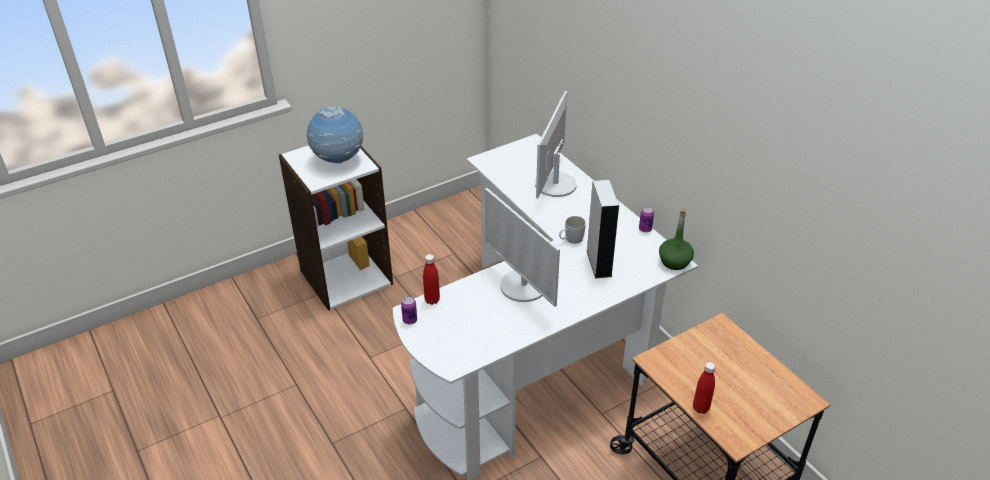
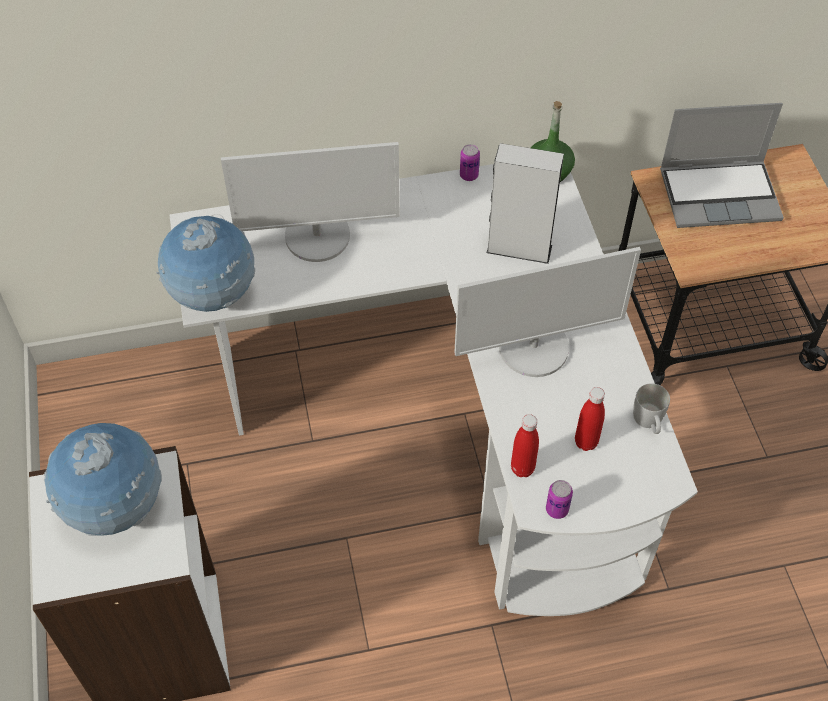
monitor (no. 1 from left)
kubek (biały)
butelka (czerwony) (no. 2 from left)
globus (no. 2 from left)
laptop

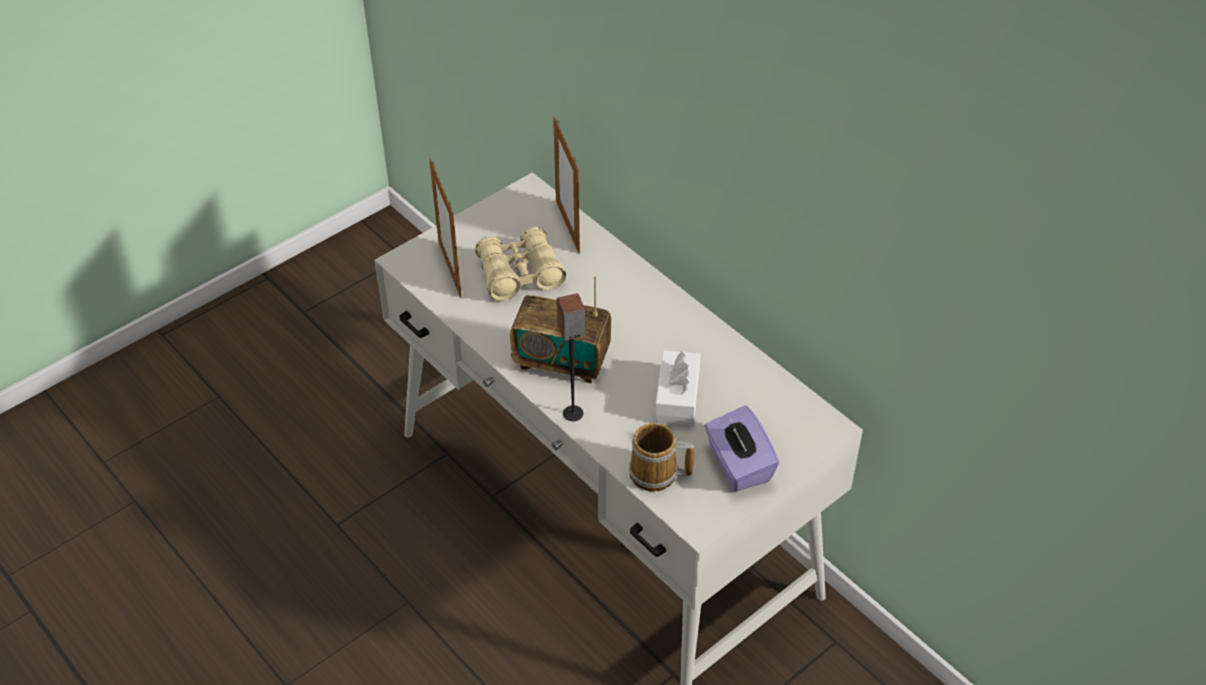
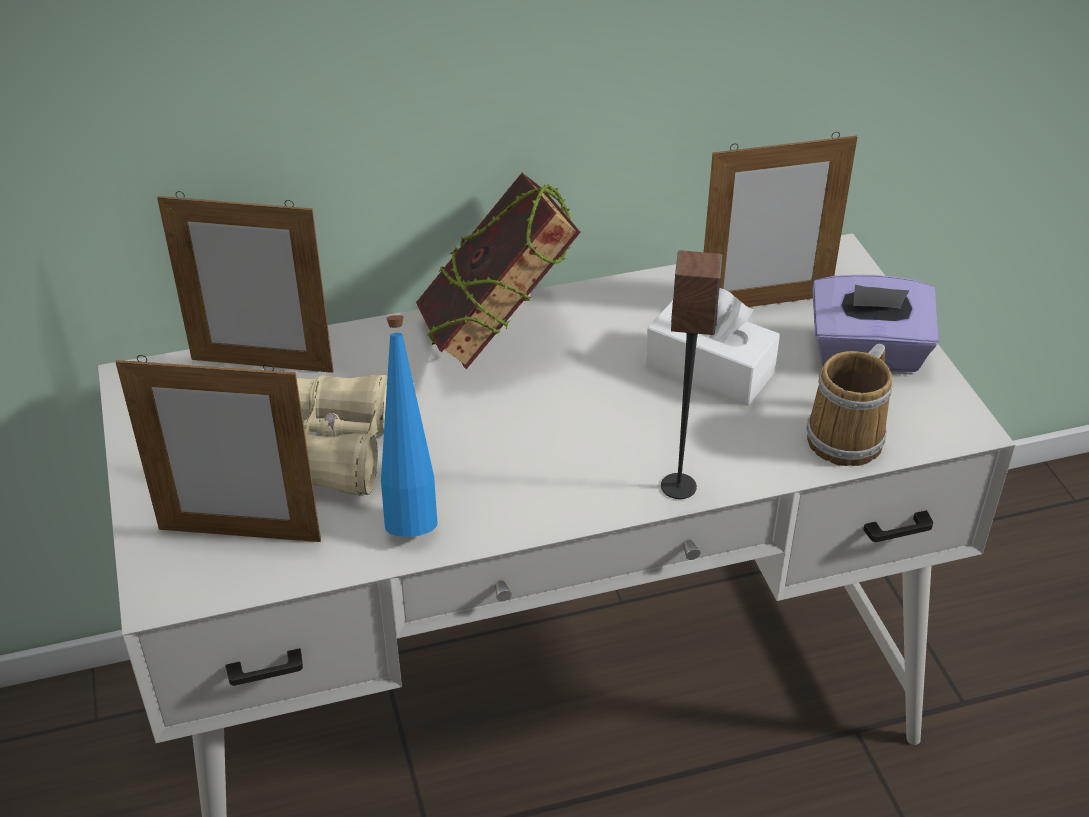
radio
butelka (niebieski)
książka
ramka na zdjęcie (no. 3 from left)

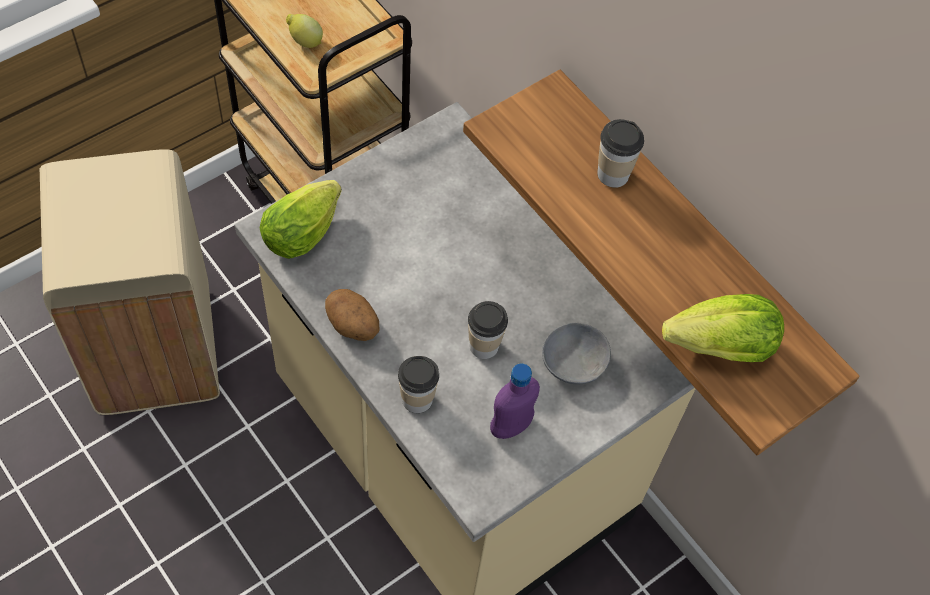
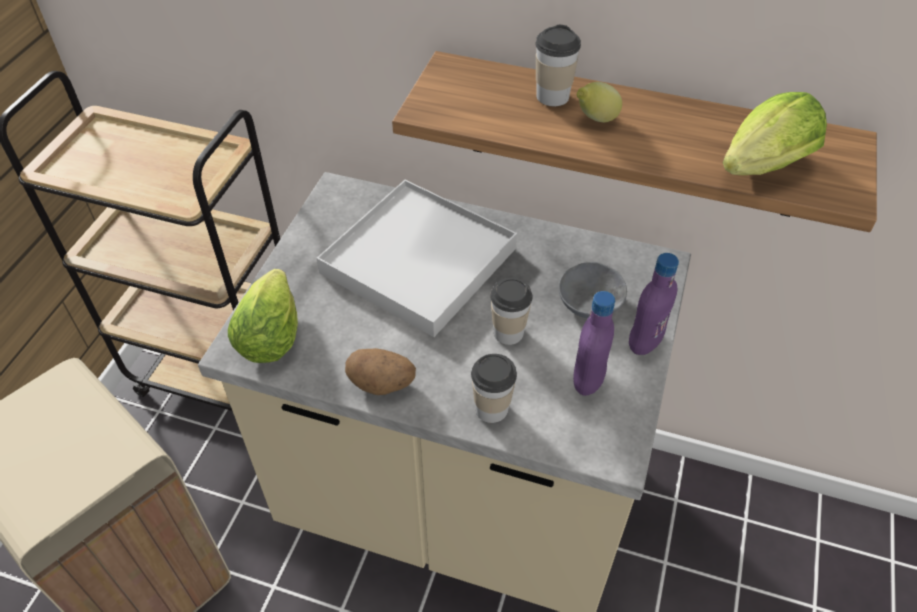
cytryna
taca (biały)
butelka (fioletowy) (no. 2 from left)

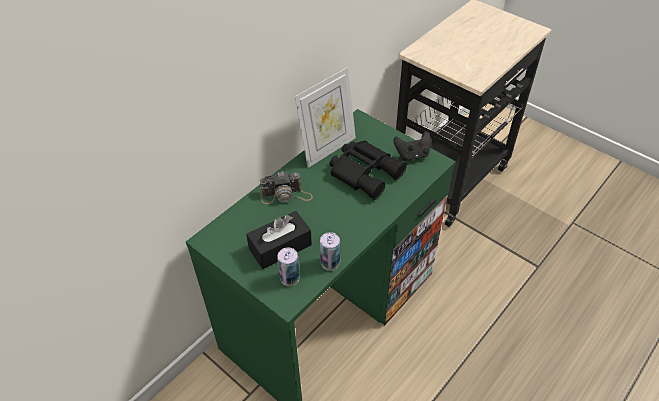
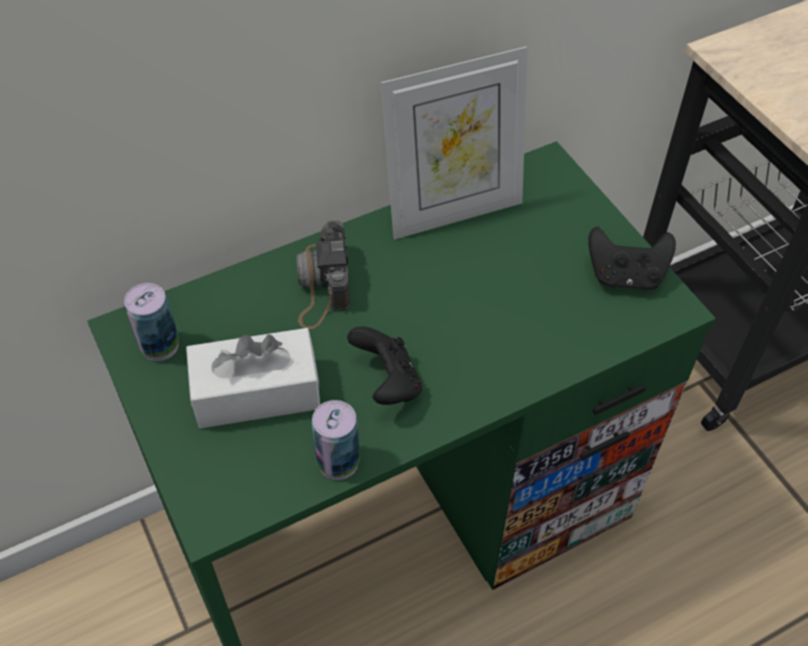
pudełko chusteczek (biały)
aparat fotograficzny
puszka (no. 1 from left)
lornetka (czarny)
pad do gier (czarny) (no. 1 from left)

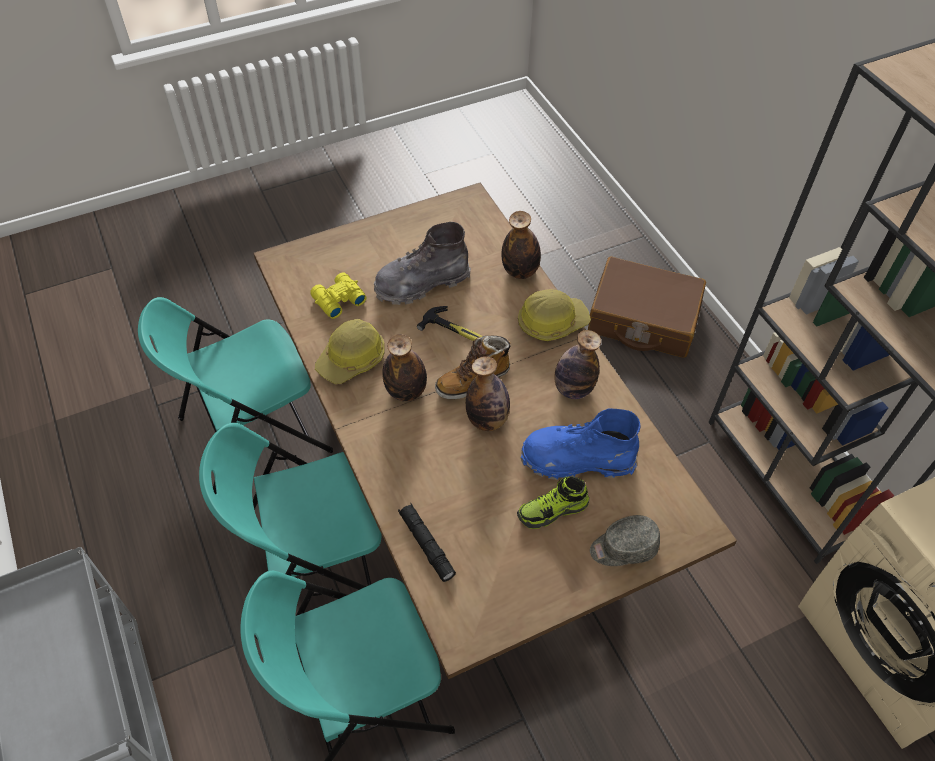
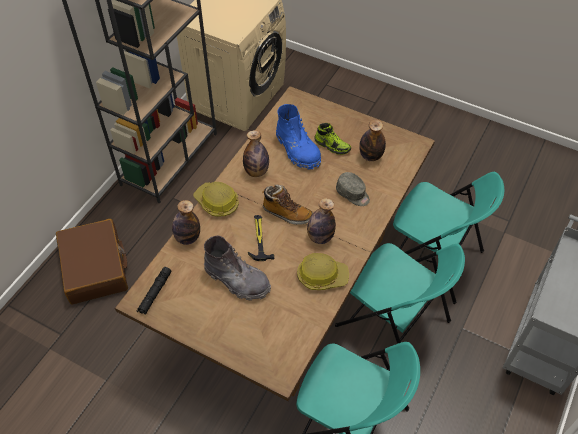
lornetka (żółty)
latarka (czarny)
butelka (no. 4 from left)
czapka z daszkiem (szary)

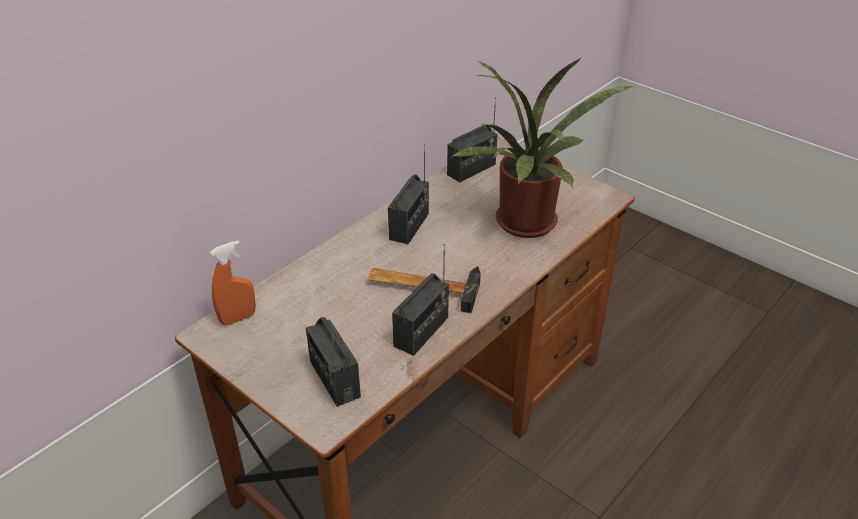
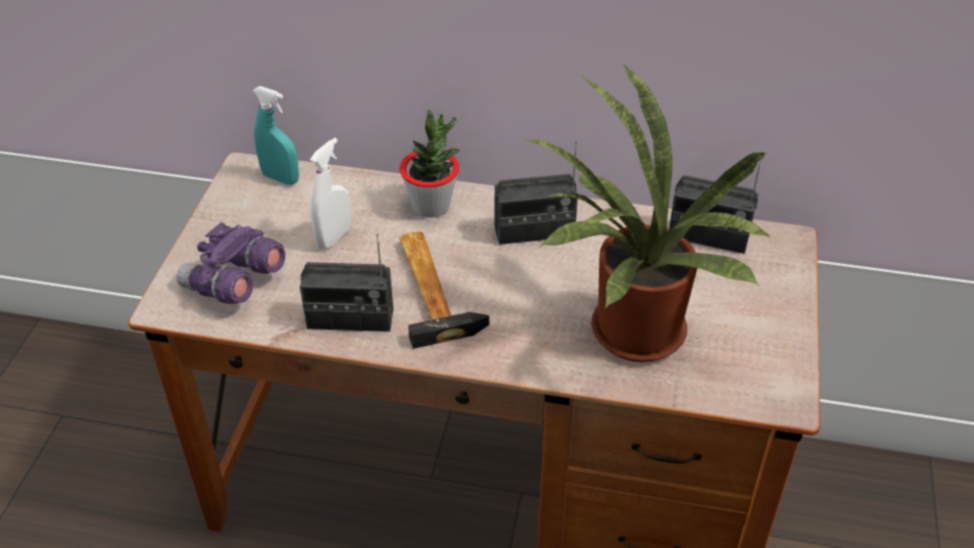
spryskiwacz (turkusowy)
lornetka (fioletowy)
spryskiwacz (biały)
roślina doniczkowa (no. 1 from left)

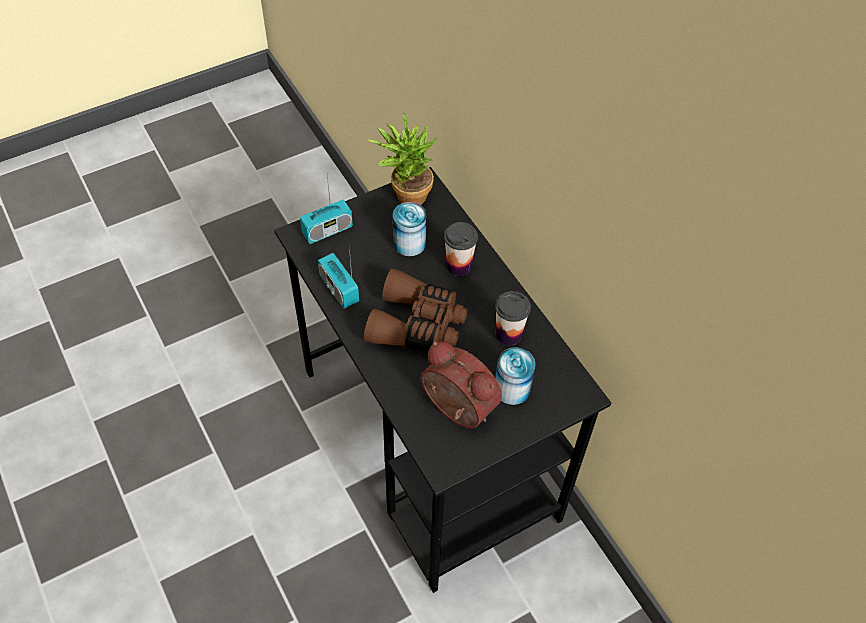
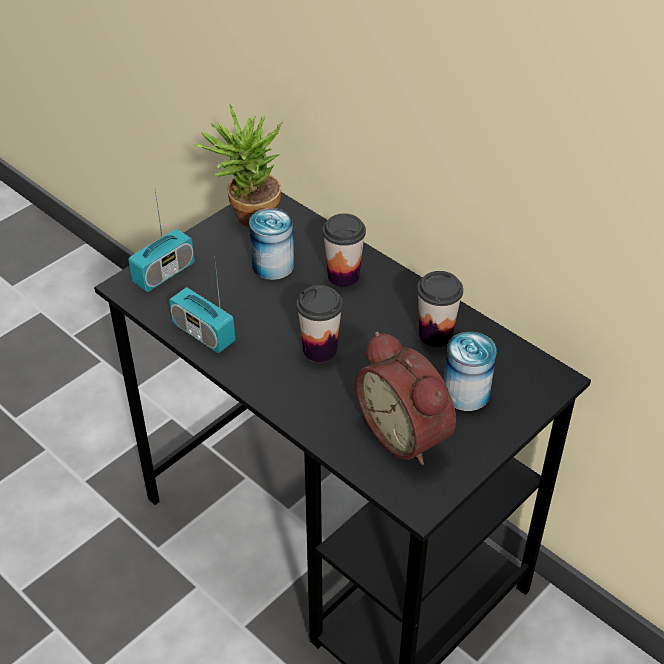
filiżanka (no. 1 from left)
budzik

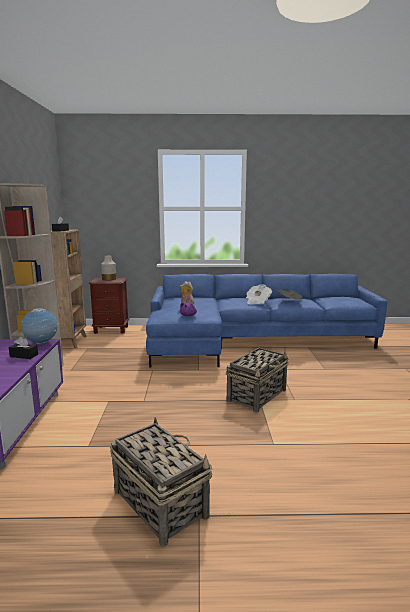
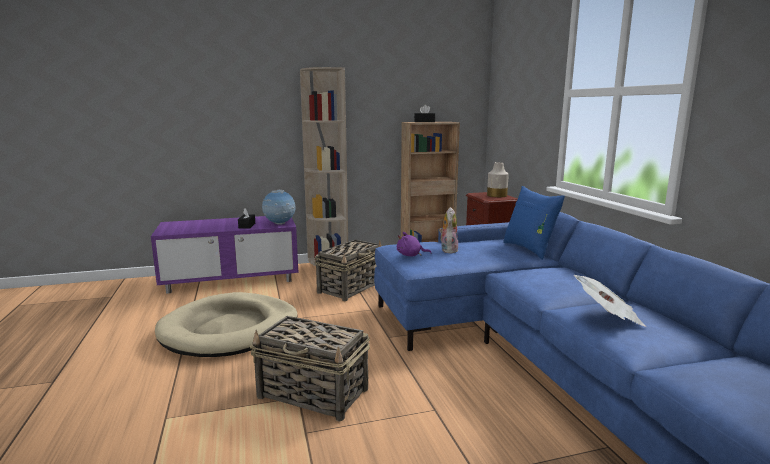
koszyk (no. 2 from left)
gazeta (no. 1 from left in the first image)
legowisko (beżowy)
poduszka (niebieski)

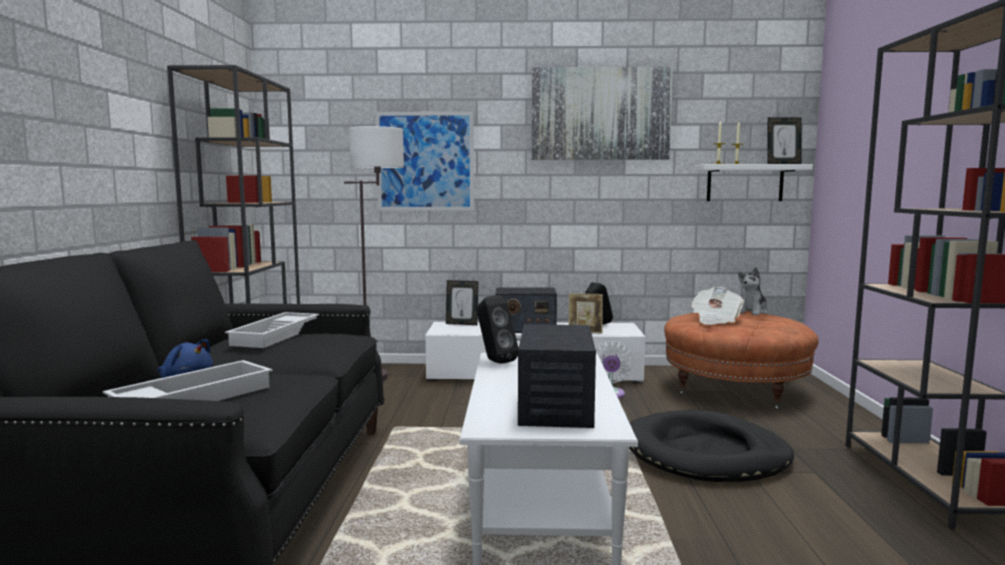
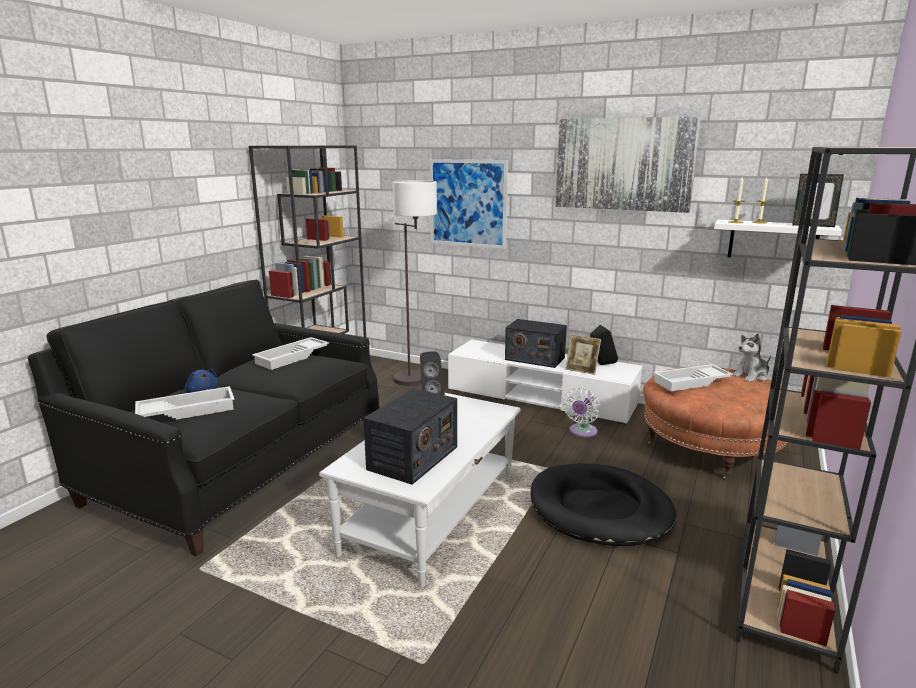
ramka na zdjęcie (no. 1 from left in the first image)
taca (biały) (no. 3 from left)

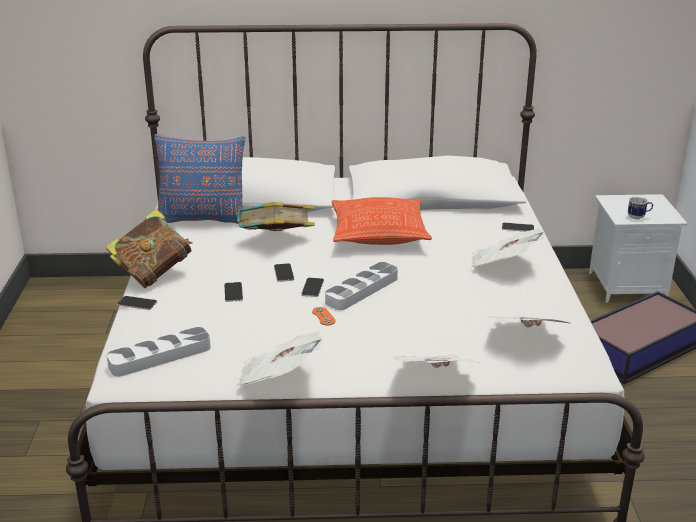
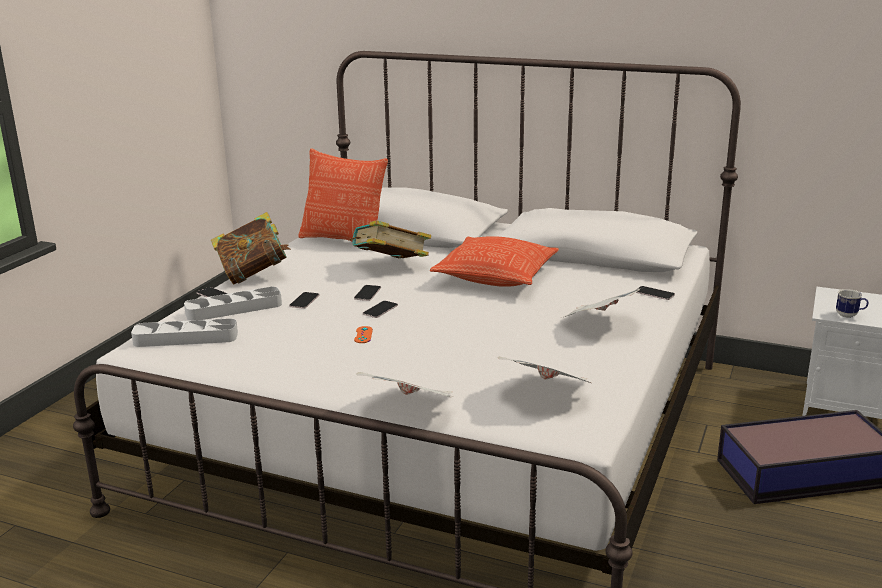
poduszka (pomarańczowy) (no. 1 from left)
gazeta (no. 1 from left in the first image)
taca (szary) (no. 2 from left)

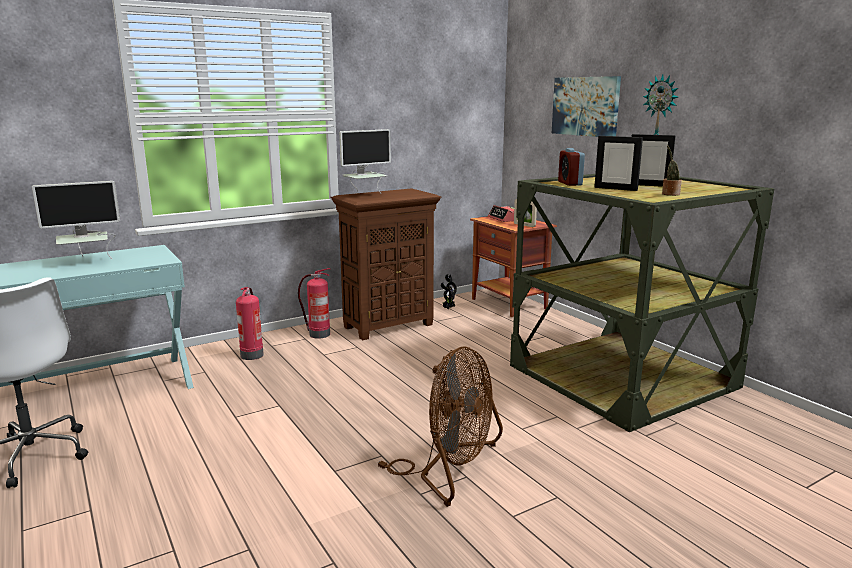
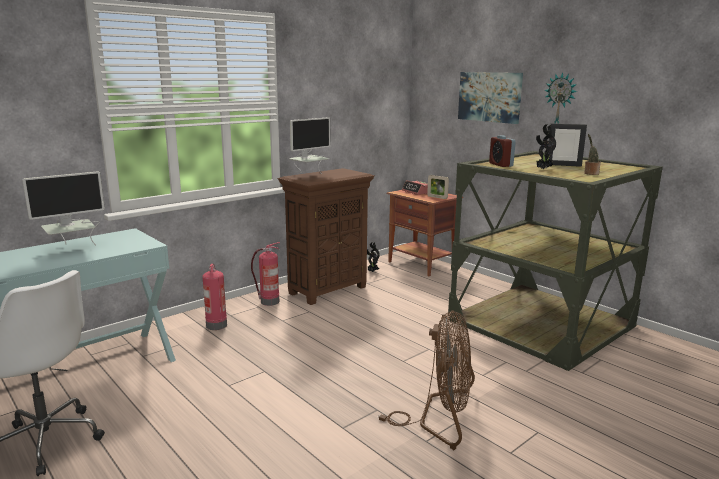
roślina doniczkowa (no. 2 from left)

